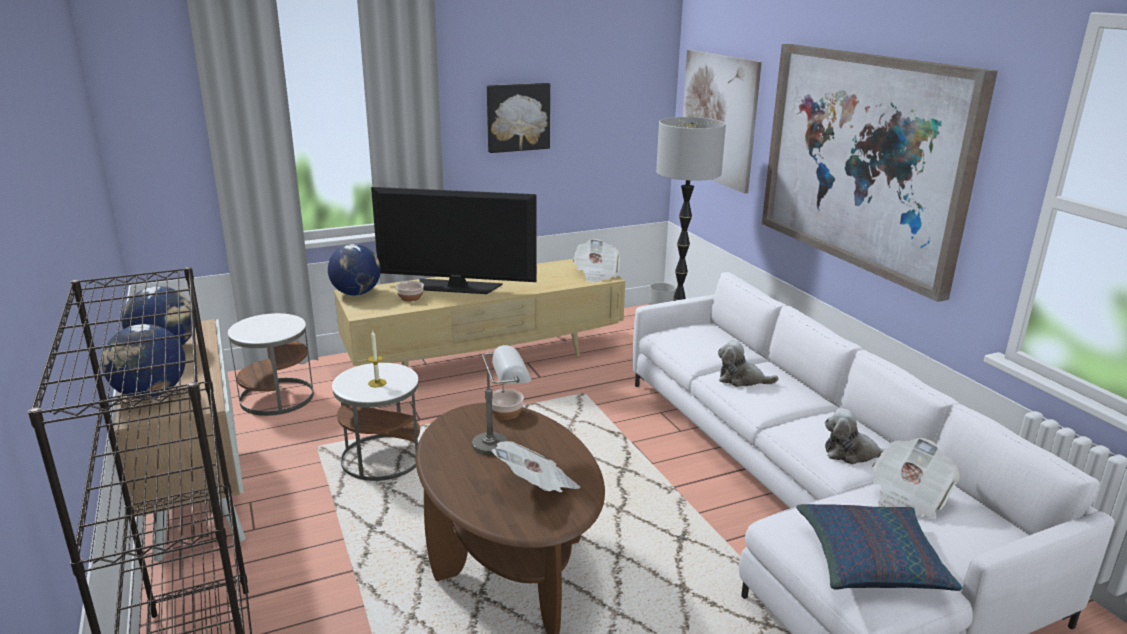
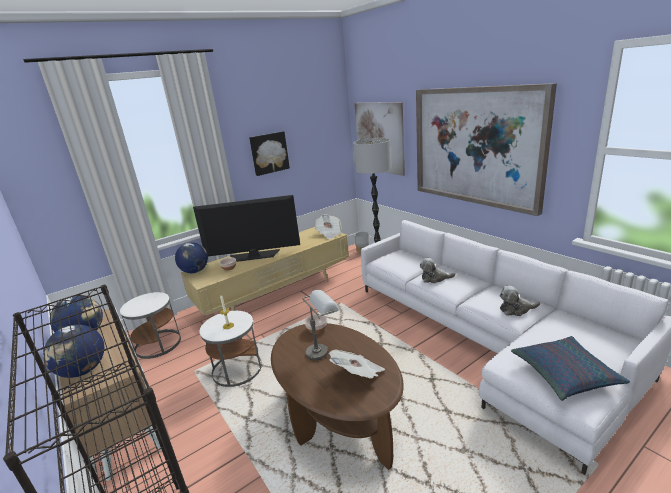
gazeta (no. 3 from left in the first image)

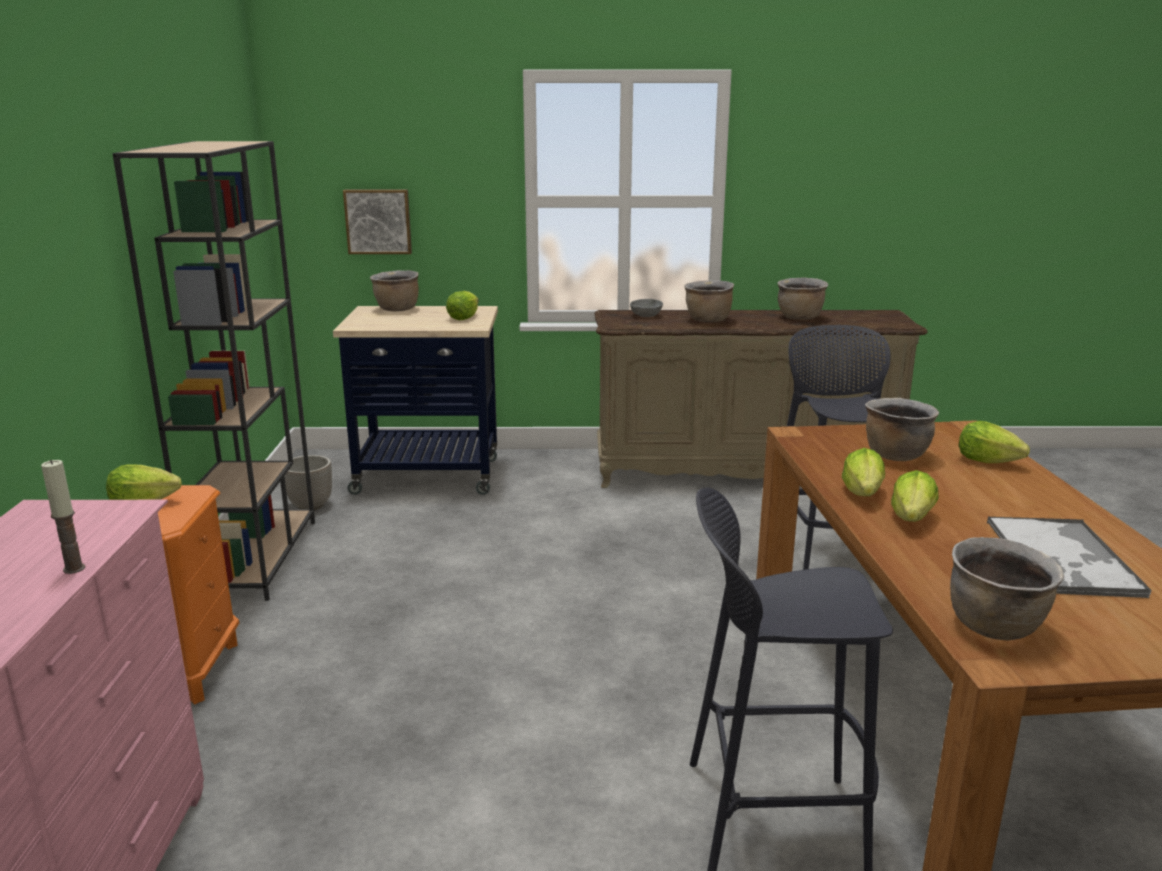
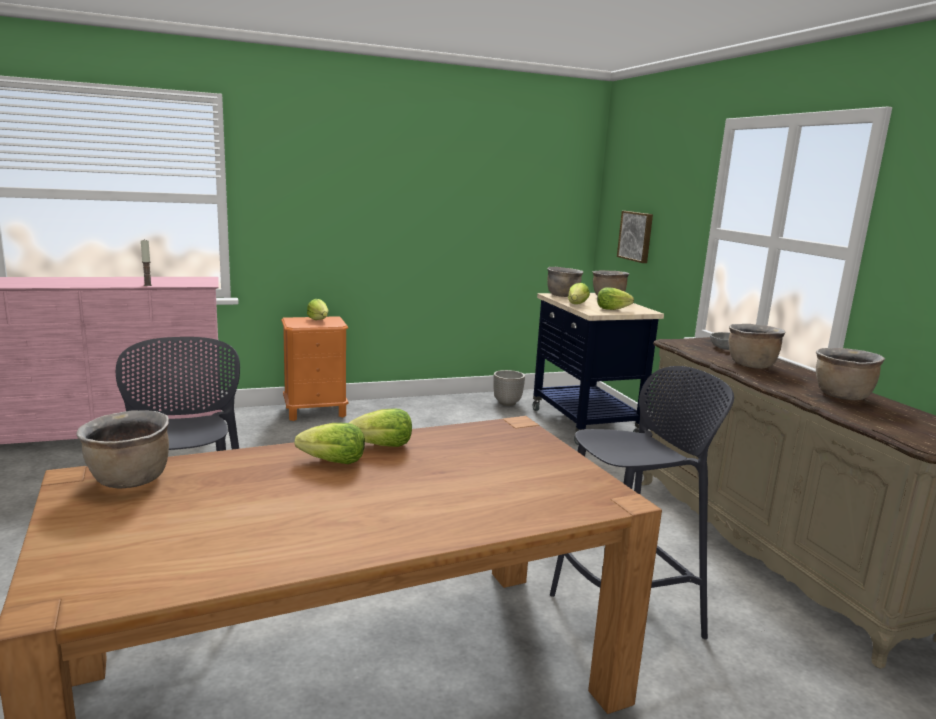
regał
garnek (brązowy) (no. 2 from left)
sałata (no. 4 from left)
taca

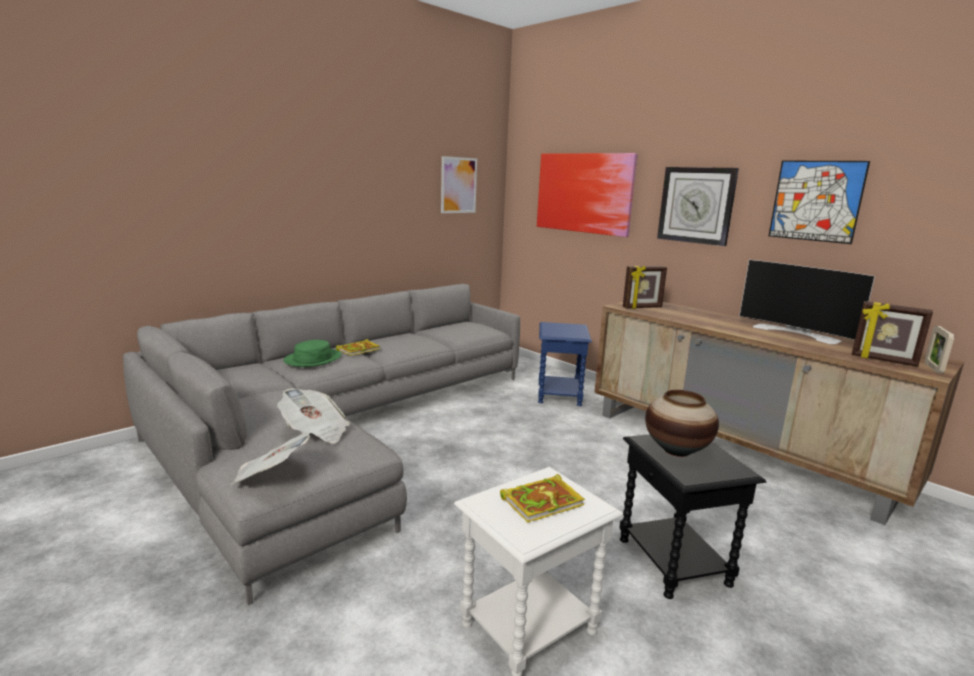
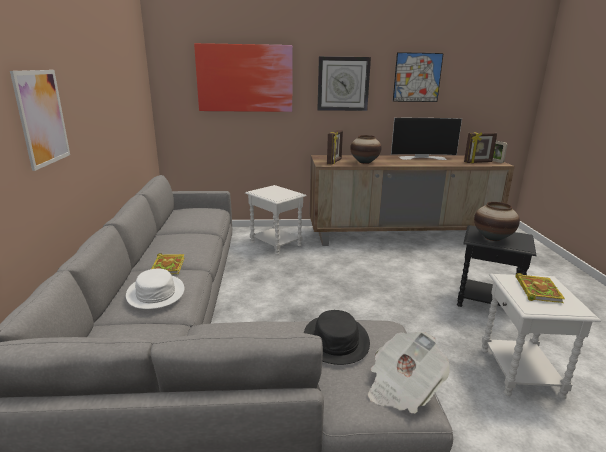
kapelusz (czarny)
kapelusz (biały)
obraz (no. 1 from left)
stolik (biały) (no. 1 from left)
wazon (no. 1 from left)

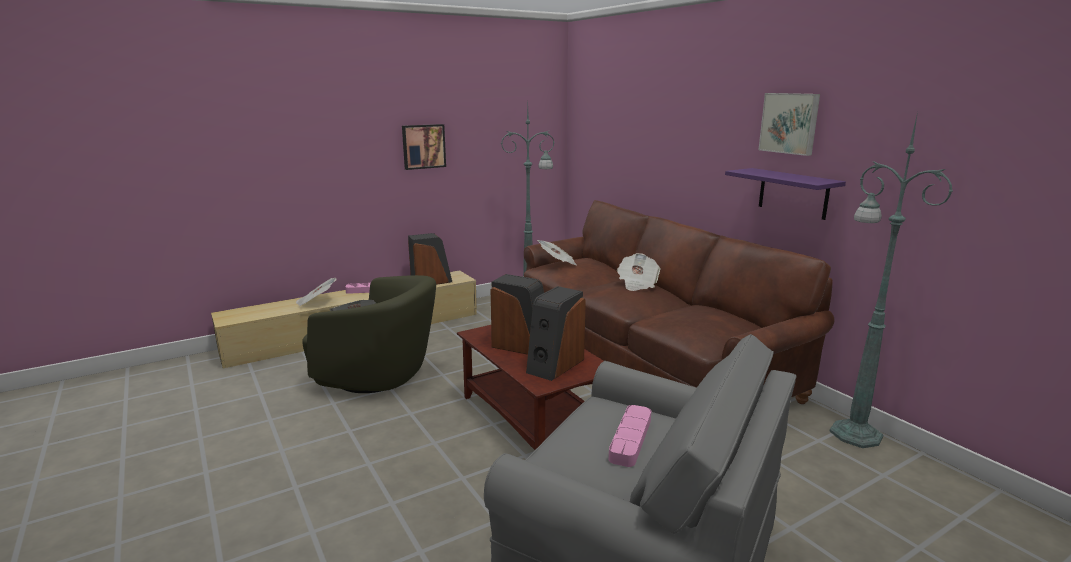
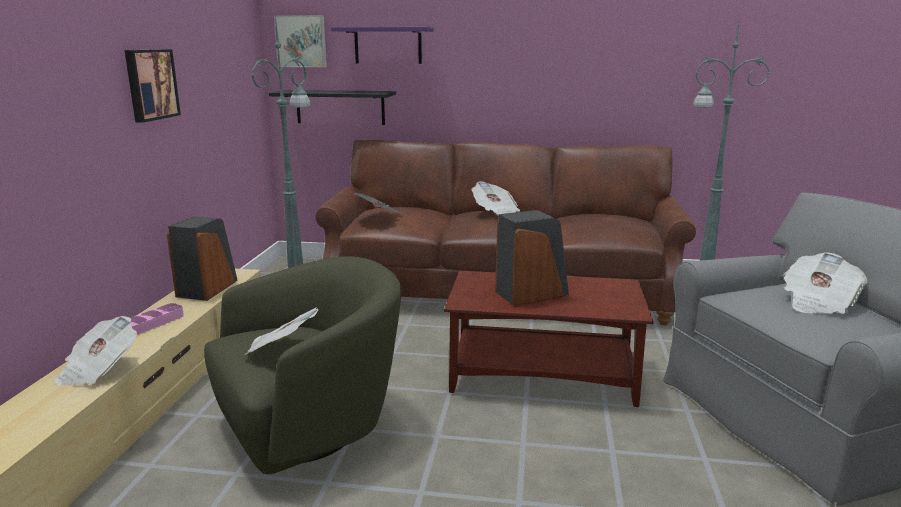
głośnik (no. 3 from left in the first image)
gazeta (no. 5 from left)
półka (fioletowy)
obraz (no. 2 from left)
półka (czarny)

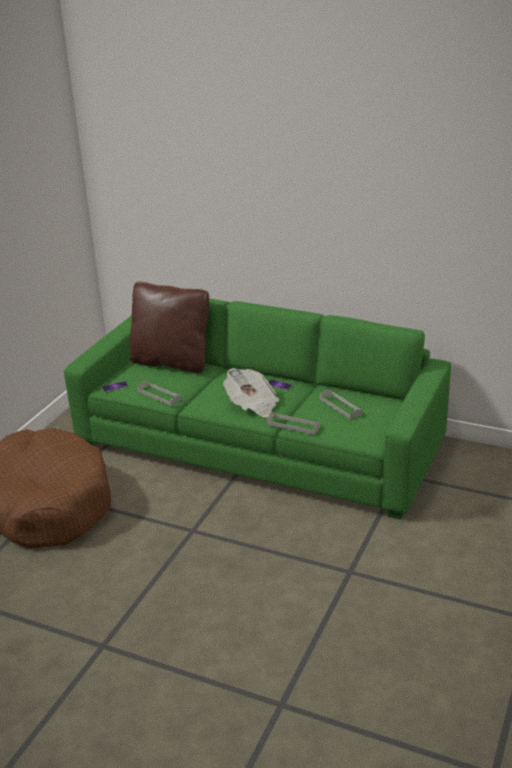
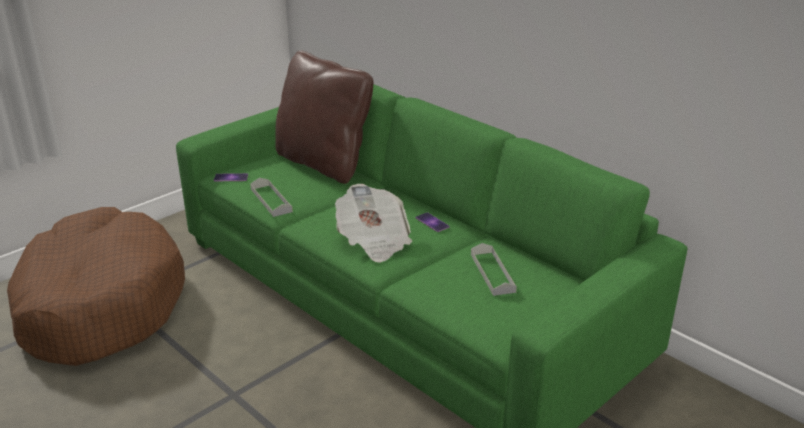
taca (szary) (no. 2 from left in the first image)

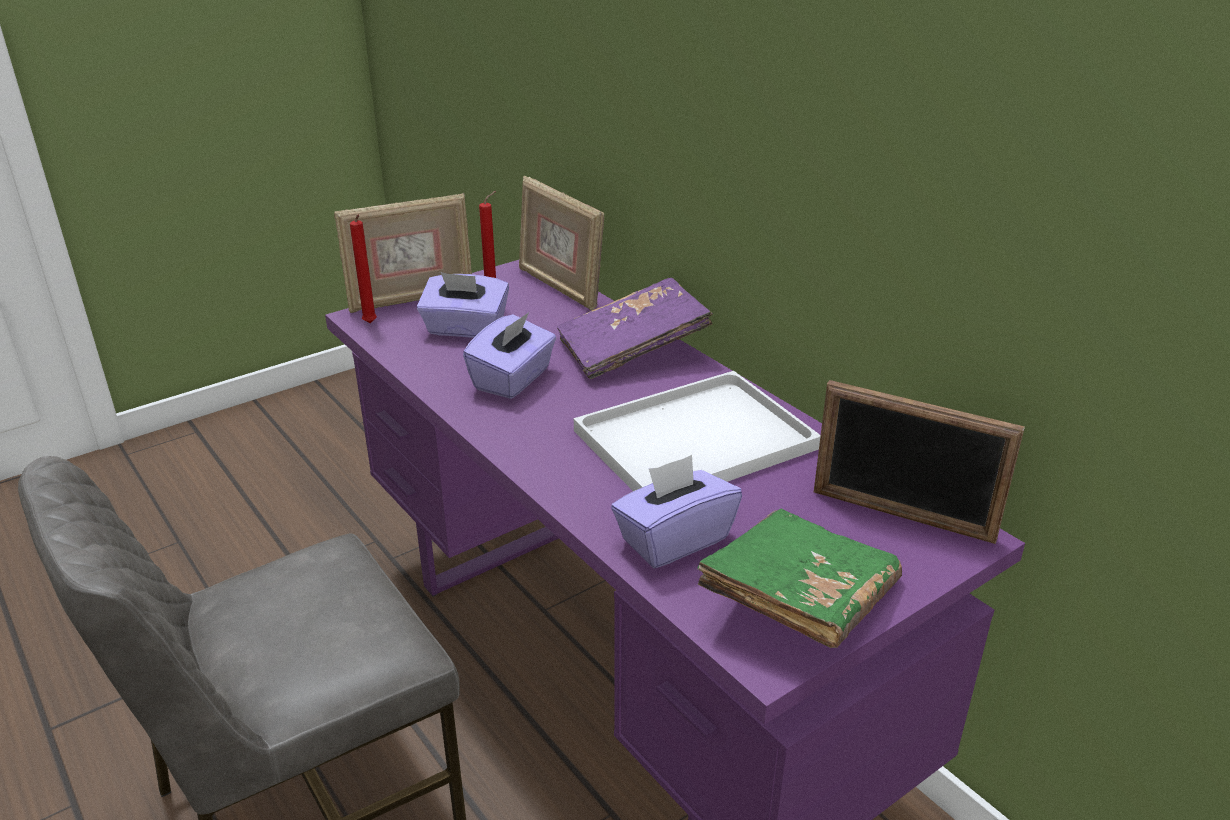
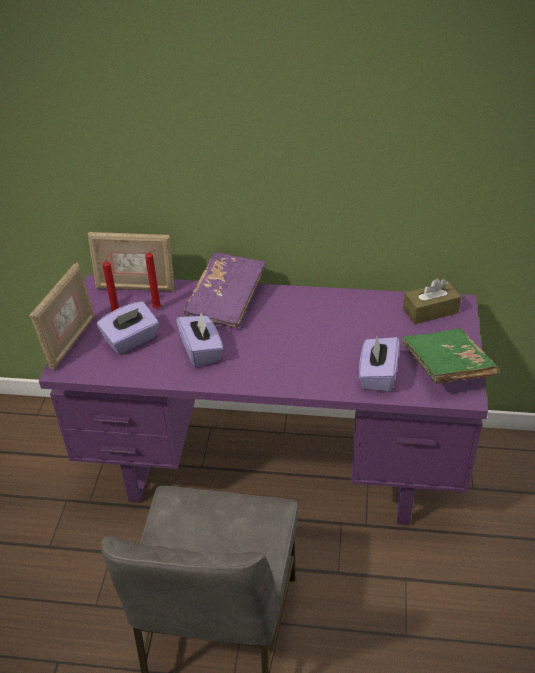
świeca (czerwony) (no. 2 from left)
taca (biały)
pudełko chusteczek (brązowy)

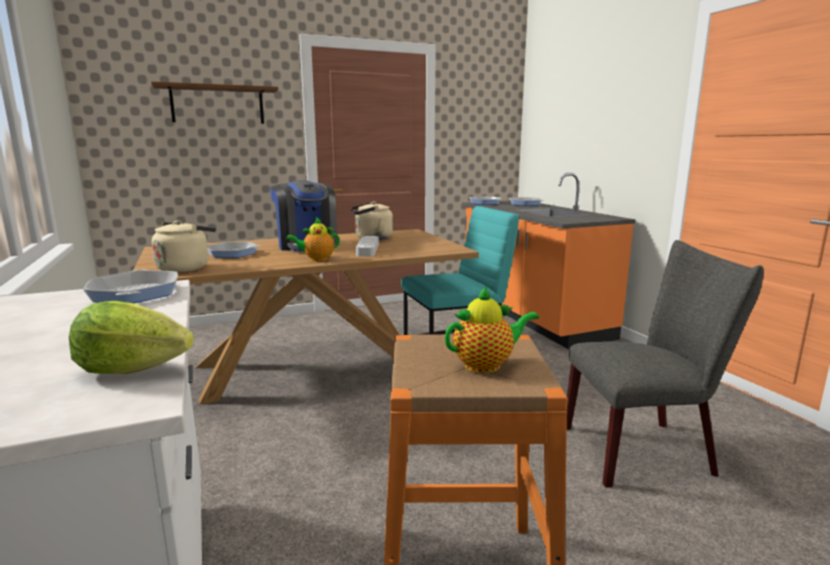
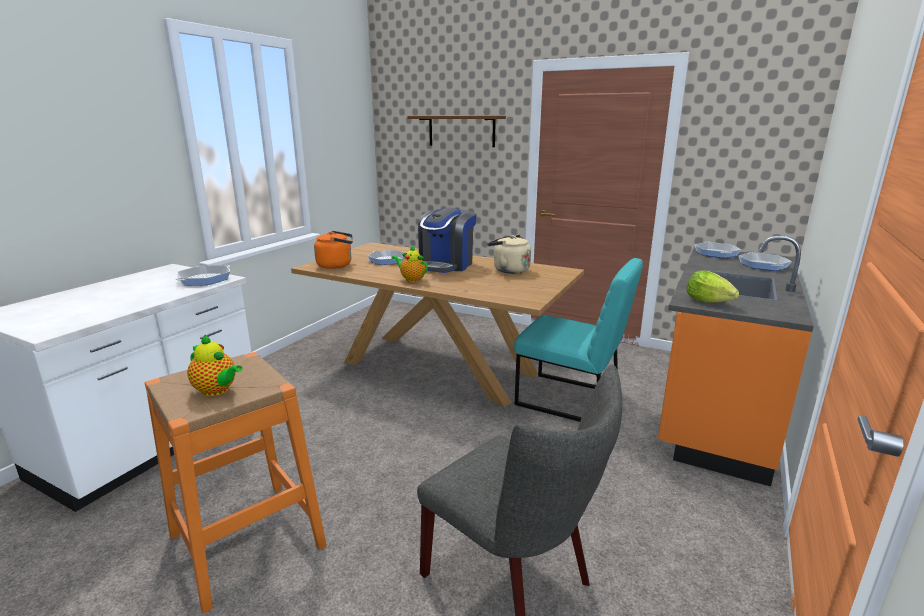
sałata
czajnik (pomarańczowy)
taca (szary)

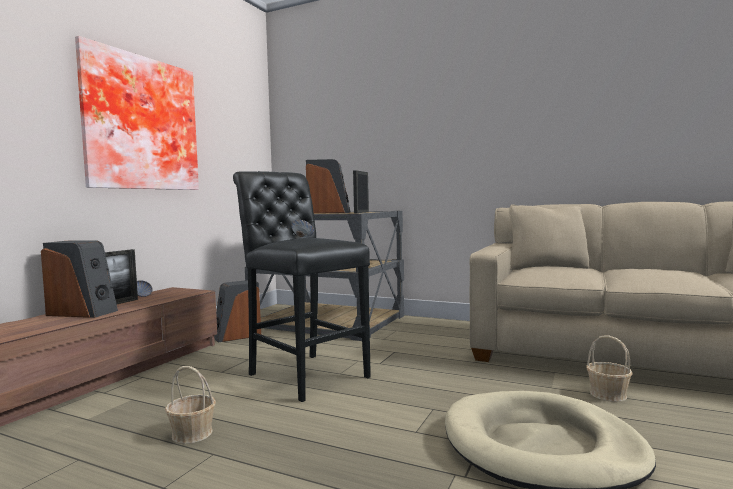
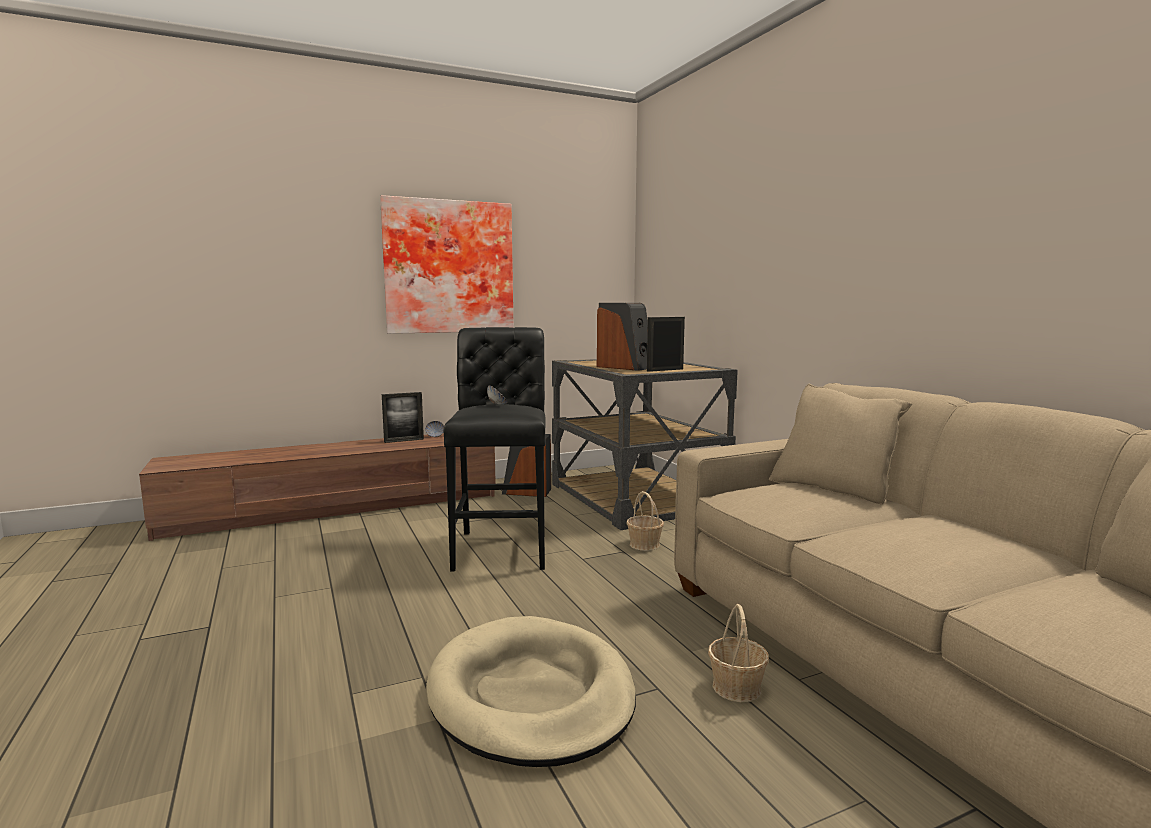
głośnik (no. 1 from left in the first image)
koszyk (no. 1 from left)

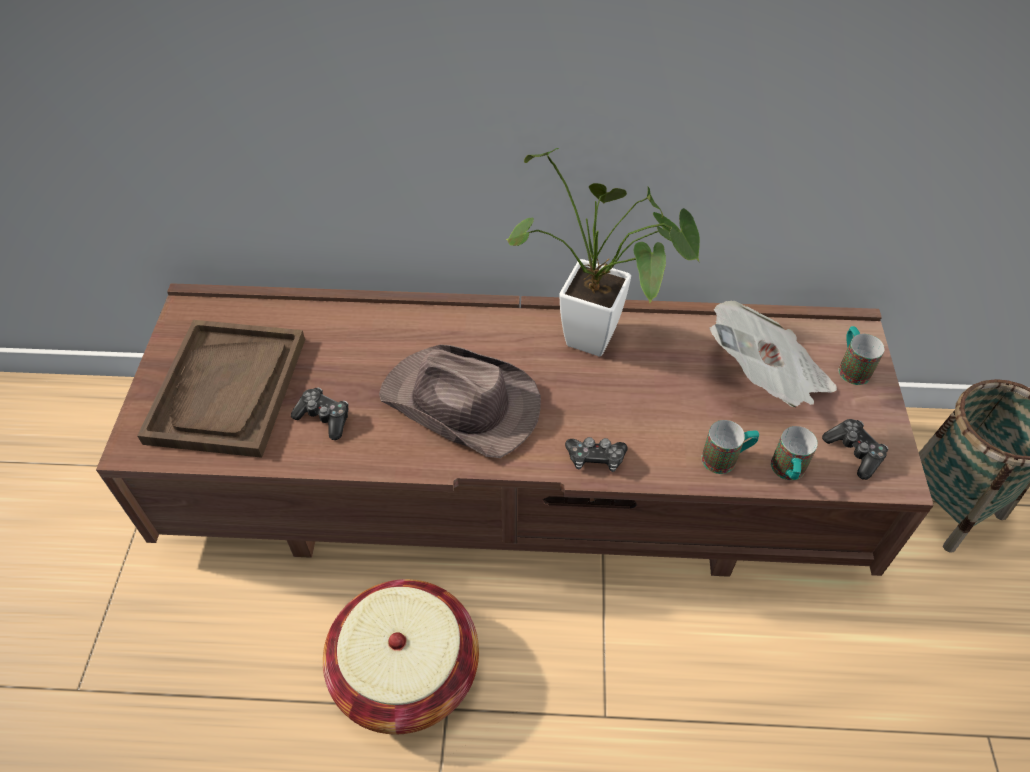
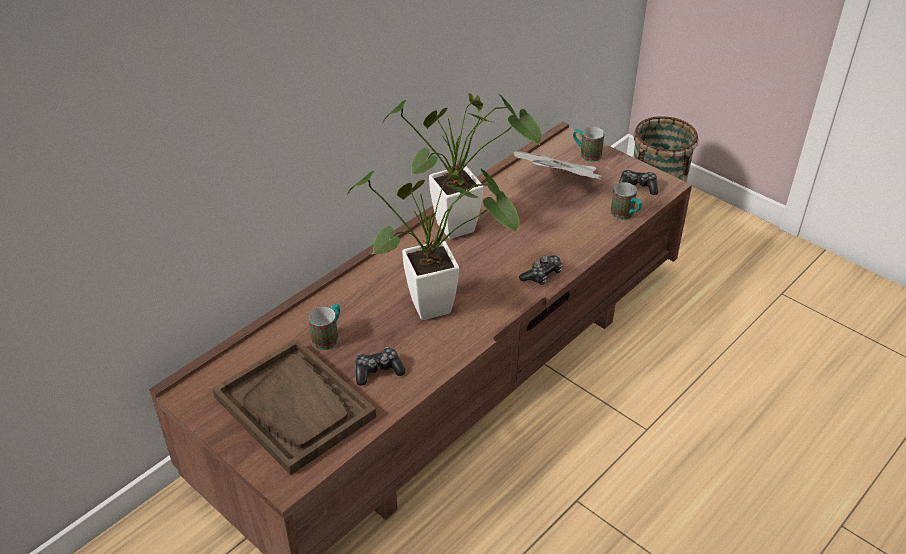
koszyk (no. 1 from left in the first image)
roślina doniczkowa (no. 1 from left)
kubek (no. 1 from left)

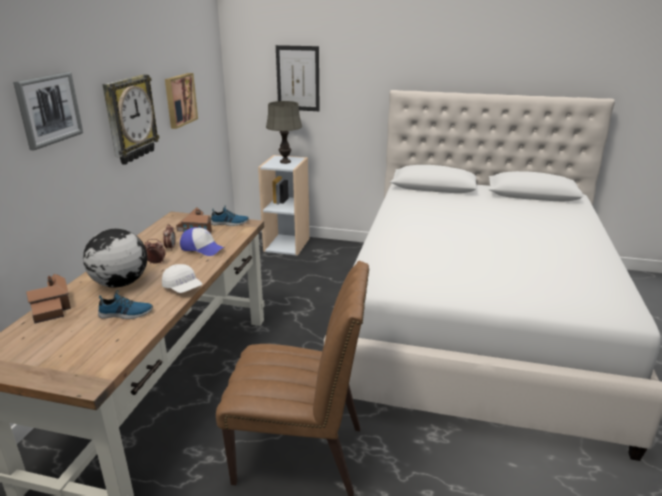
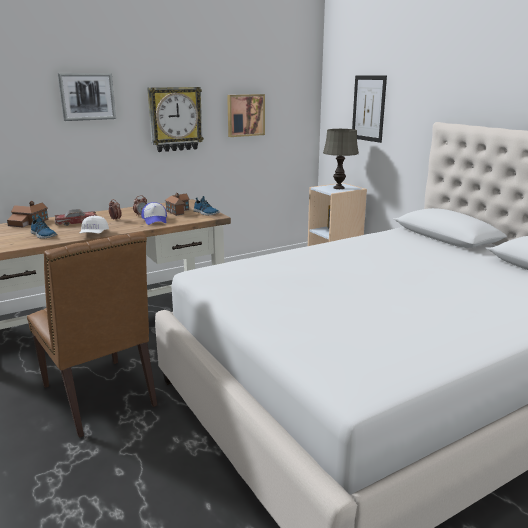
samochodzik

